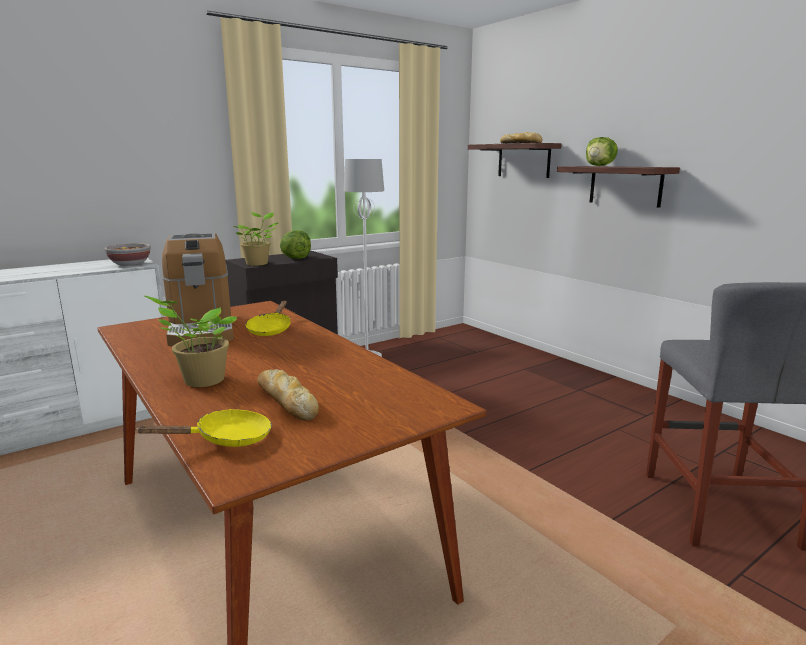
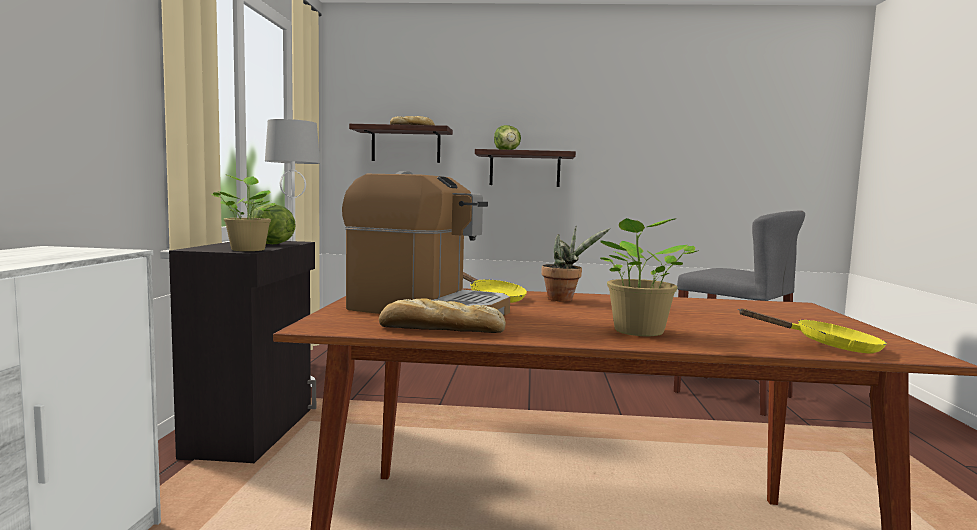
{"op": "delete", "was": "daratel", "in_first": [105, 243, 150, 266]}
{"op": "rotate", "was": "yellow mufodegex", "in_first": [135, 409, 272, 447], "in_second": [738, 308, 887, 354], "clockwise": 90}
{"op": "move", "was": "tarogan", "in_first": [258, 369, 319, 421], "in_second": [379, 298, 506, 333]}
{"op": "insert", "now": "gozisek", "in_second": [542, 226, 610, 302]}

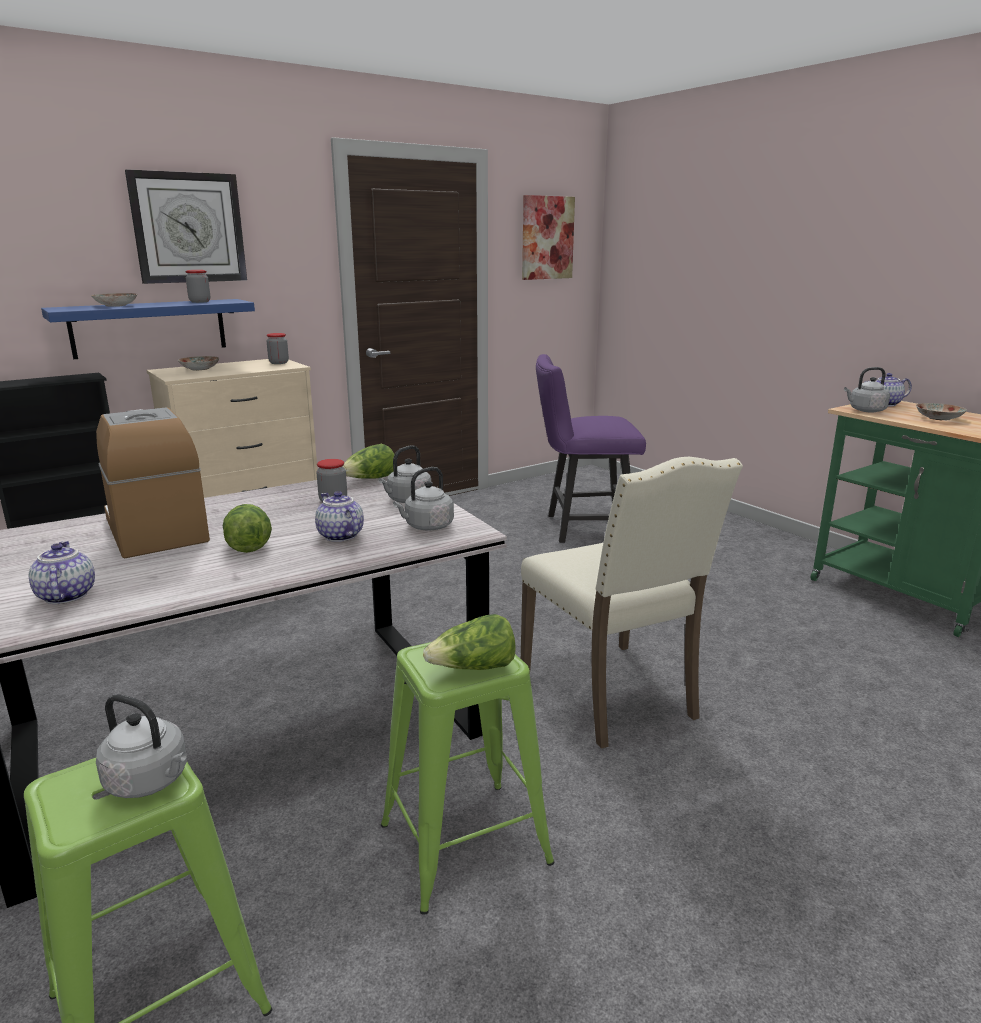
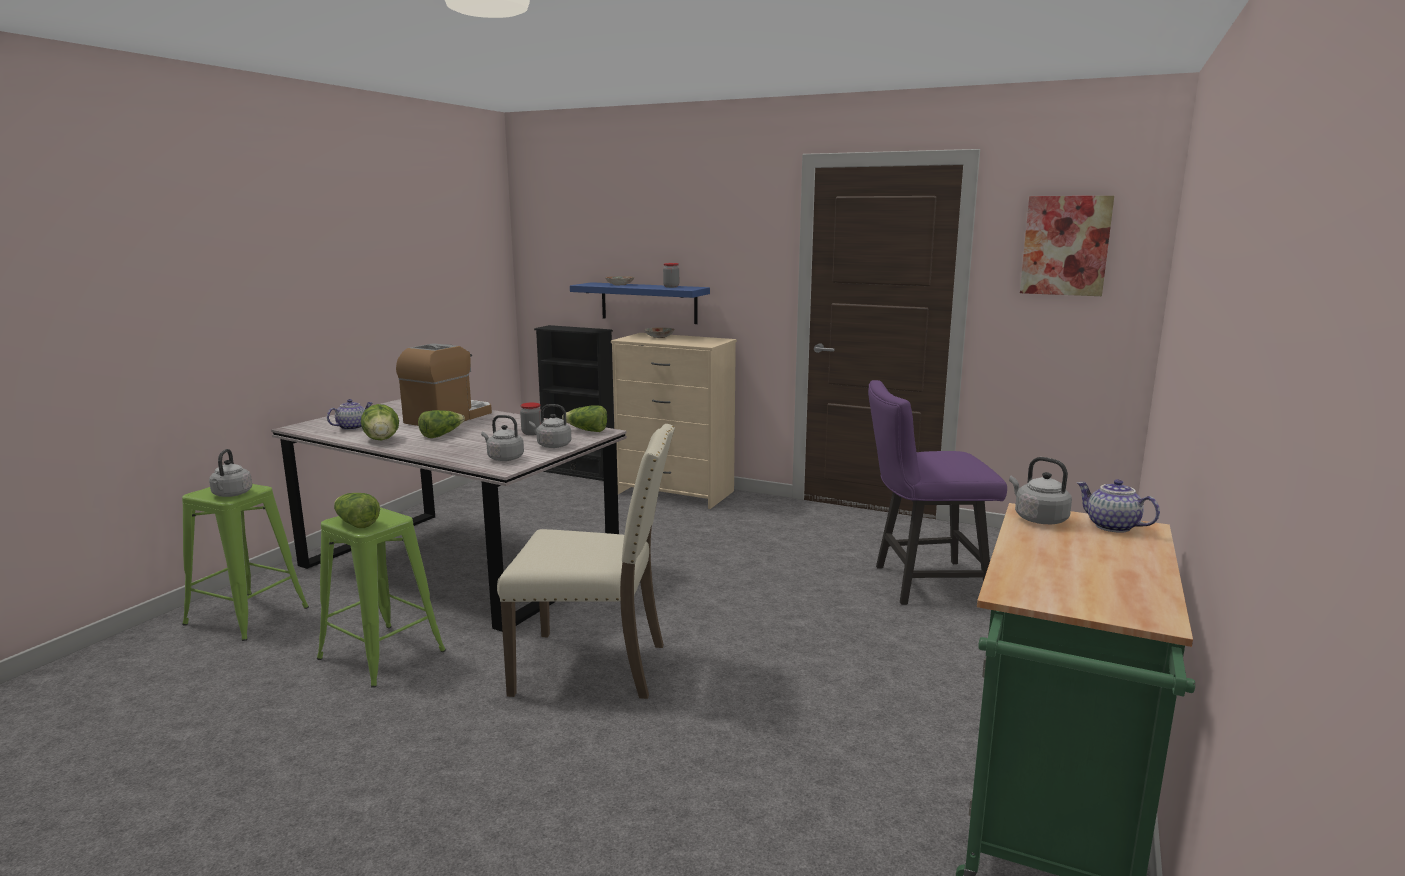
{"op": "delete", "was": "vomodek", "in_first": [125, 169, 247, 284]}
{"op": "delete", "was": "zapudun", "in_first": [266, 333, 289, 364]}
{"op": "delete", "was": "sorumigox", "in_first": [315, 491, 364, 542]}
{"op": "rotate", "was": "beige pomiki", "in_first": [521, 457, 743, 749], "in_second": [497, 424, 675, 699], "clockwise": -120}
{"op": "rotate", "was": "purple pomiki", "in_first": [536, 354, 646, 543], "in_second": [868, 380, 1007, 605], "clockwise": -60}
{"op": "delete", "was": "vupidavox", "in_first": [916, 403, 967, 420]}
{"op": "insert", "now": "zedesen", "in_second": [361, 404, 399, 440]}

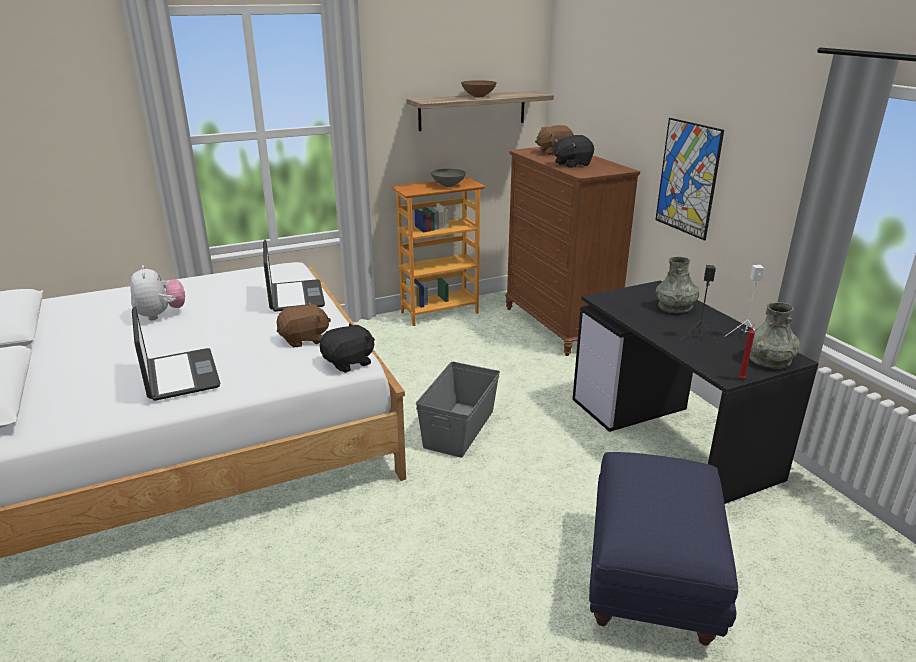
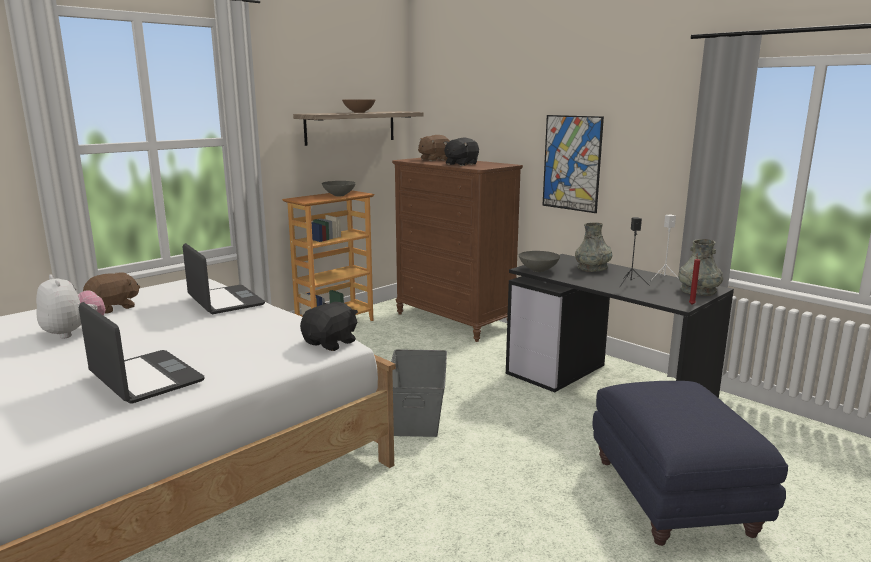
{"op": "move", "was": "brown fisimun", "in_first": [277, 302, 331, 347], "in_second": [83, 272, 140, 314]}
{"op": "insert", "now": "grey daratel", "in_second": [519, 251, 560, 272]}

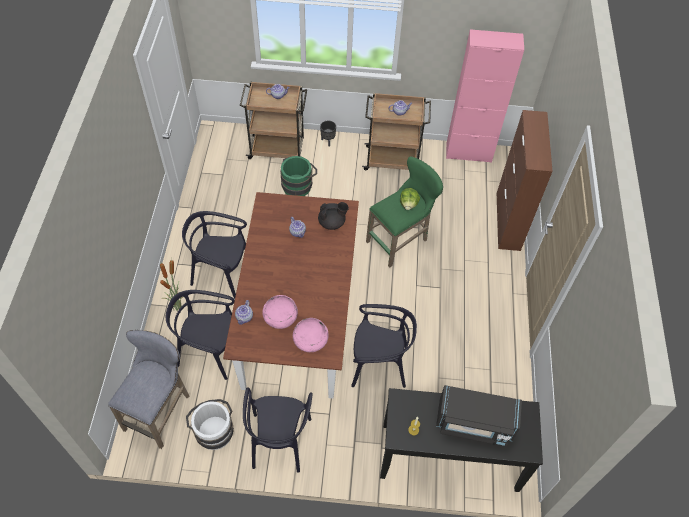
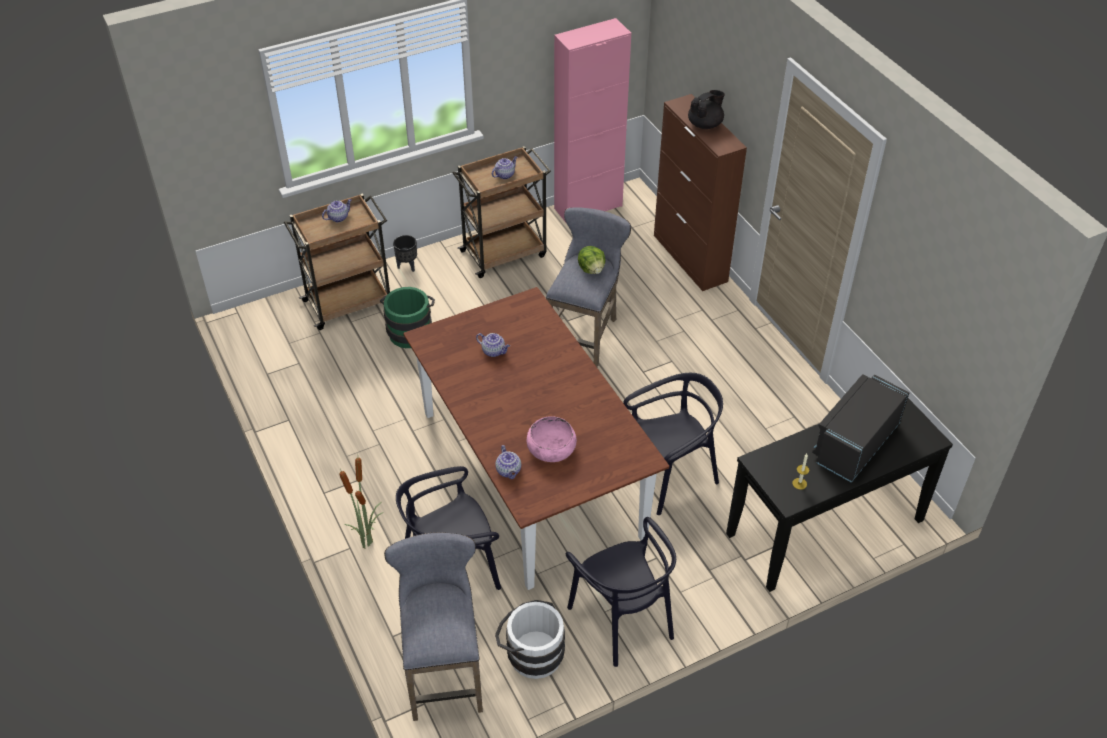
{"op": "delete", "was": "black pomiki", "in_first": [182, 211, 247, 299]}
{"op": "delete", "was": "pink daratel", "in_first": [293, 318, 329, 352]}
{"op": "move", "was": "black sorumigox", "in_first": [318, 202, 349, 230], "in_second": [688, 90, 725, 129]}
{"op": "recolor", "was": "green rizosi", "now": "grey rizosi", "in_first": [366, 156, 443, 267], "in_second": [546, 207, 631, 367]}
{"op": "rotate", "was": "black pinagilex", "in_first": [436, 385, 522, 447], "in_second": [812, 374, 909, 482], "clockwise": 150}

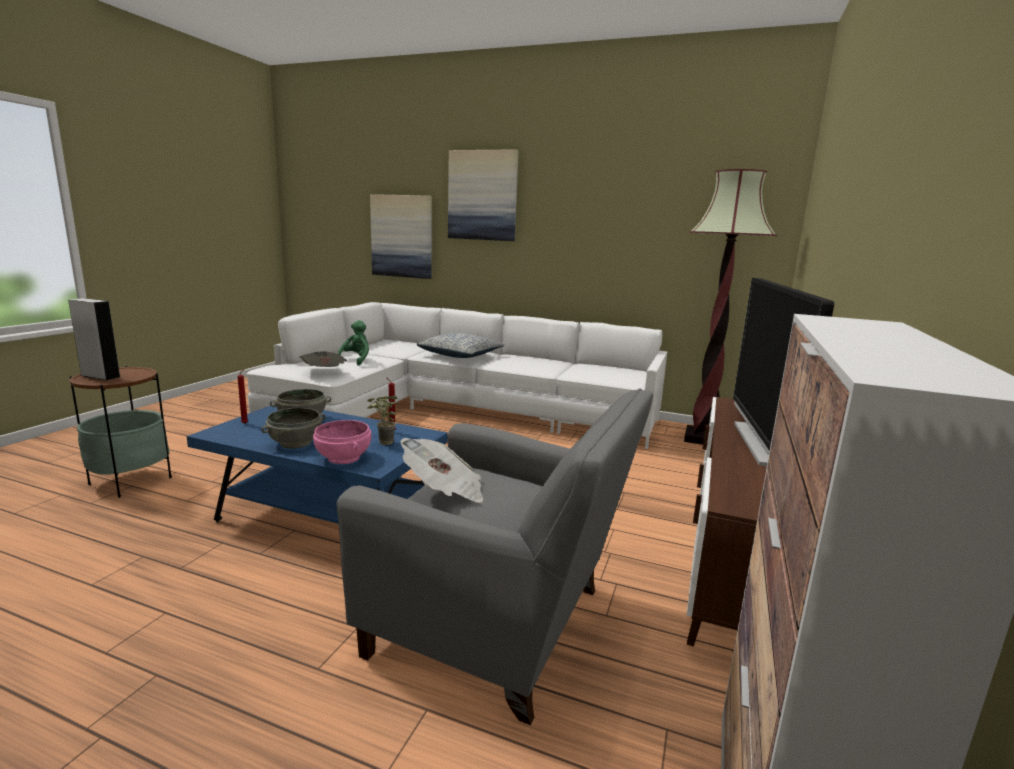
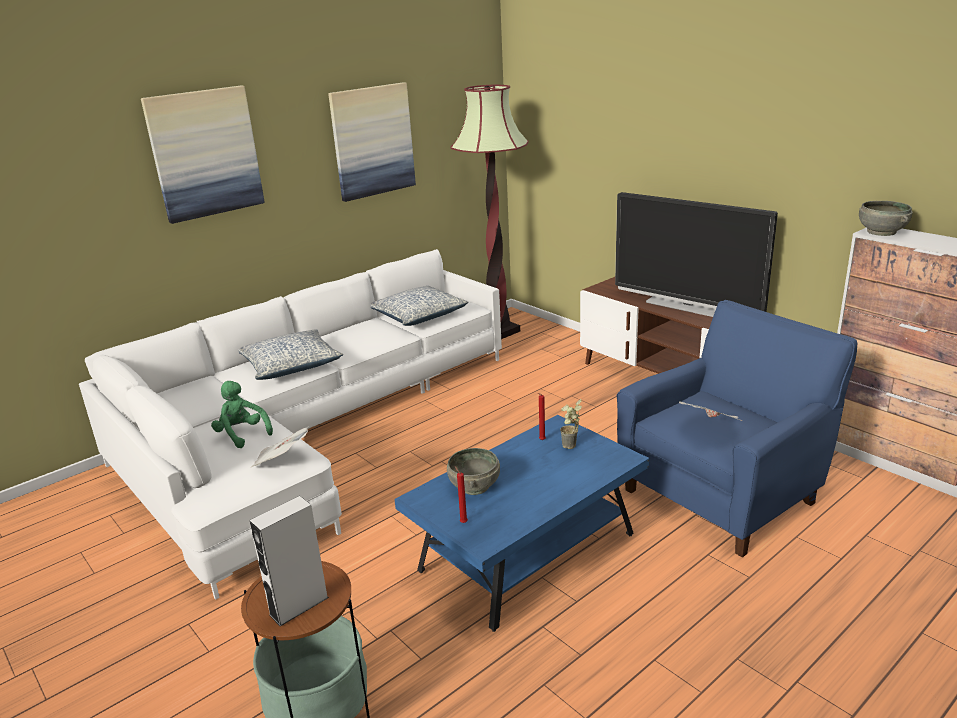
{"op": "move", "was": "grey daratel", "in_first": [261, 408, 325, 449], "in_second": [859, 201, 912, 236]}
{"op": "delete", "was": "pink daratel", "in_first": [313, 420, 371, 464]}
{"op": "recolor", "was": "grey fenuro", "now": "blue fenuro", "in_first": [336, 388, 653, 725], "in_second": [617, 300, 857, 557]}
{"op": "move", "was": "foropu", "in_first": [370, 194, 432, 279], "in_second": [328, 82, 416, 202]}
{"op": "insert", "now": "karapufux", "in_second": [370, 286, 468, 326]}

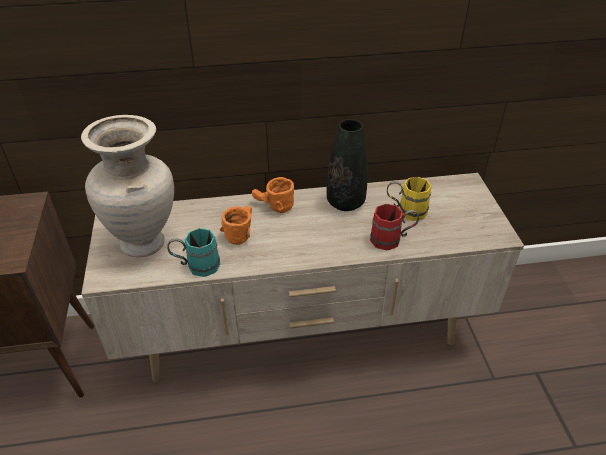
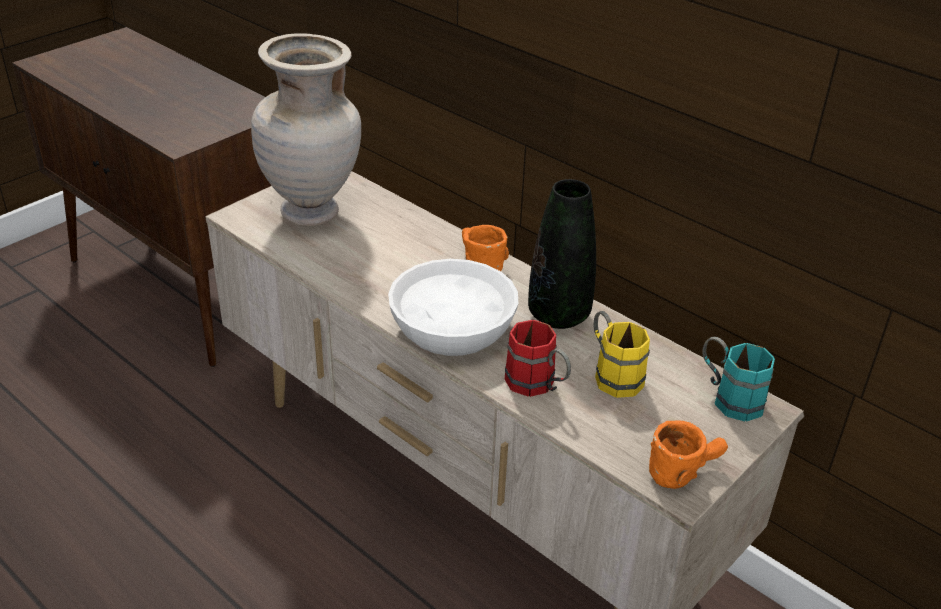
{"op": "move", "was": "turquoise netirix", "in_first": [167, 228, 220, 277], "in_second": [702, 337, 775, 422]}
{"op": "move", "was": "orange netirix", "in_first": [220, 206, 252, 245], "in_second": [649, 420, 728, 489]}
{"op": "insert", "now": "white daratel", "in_second": [388, 259, 518, 356]}

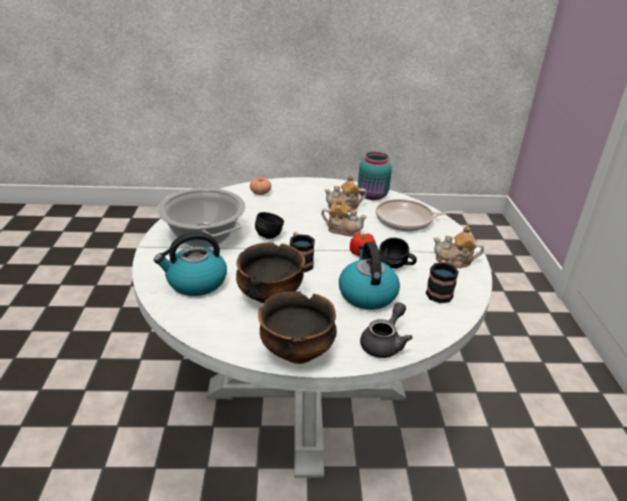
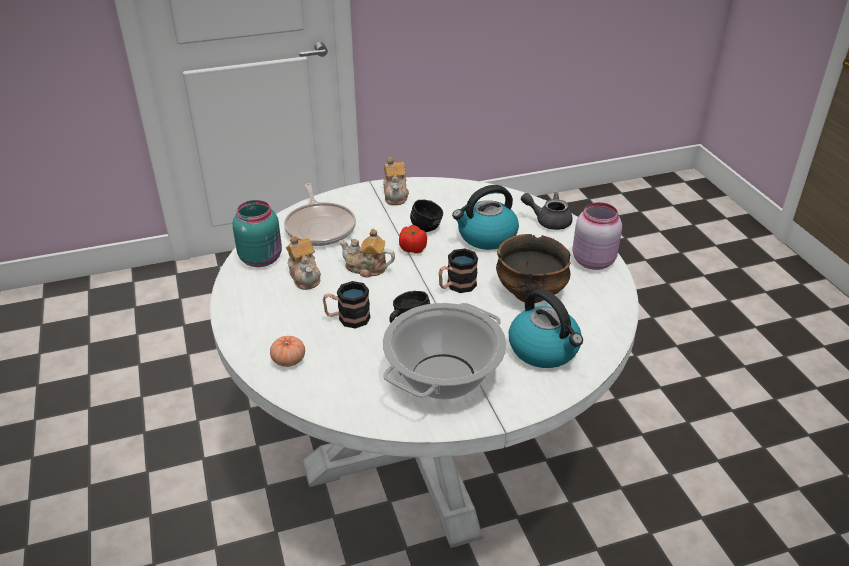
{"op": "replace", "was": "daratel", "now": "pink zapudun", "in_first": [258, 291, 337, 364], "in_second": [573, 202, 622, 270]}
{"op": "rotate", "was": "sorumigox", "in_first": [321, 198, 367, 237], "in_second": [339, 228, 395, 278], "clockwise": -75}
{"op": "move", "was": "netirix", "in_first": [426, 259, 459, 303], "in_second": [323, 281, 370, 329]}

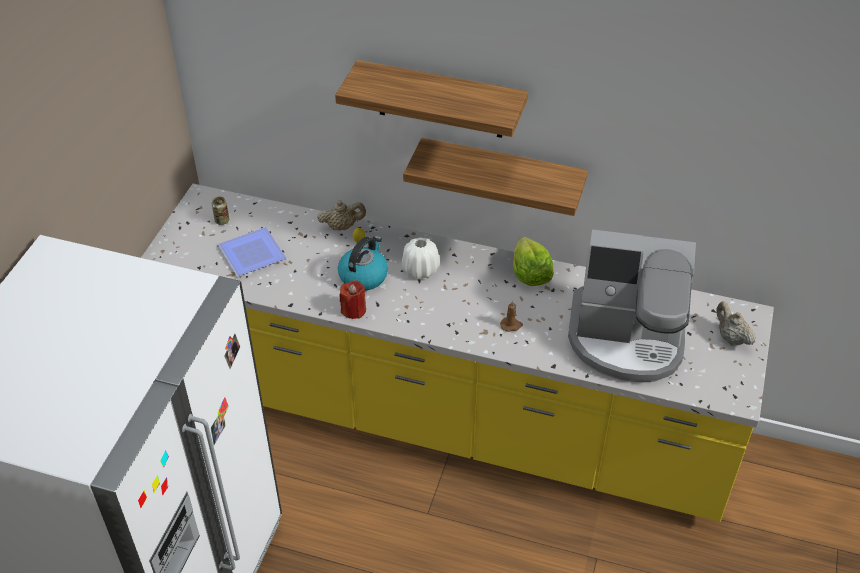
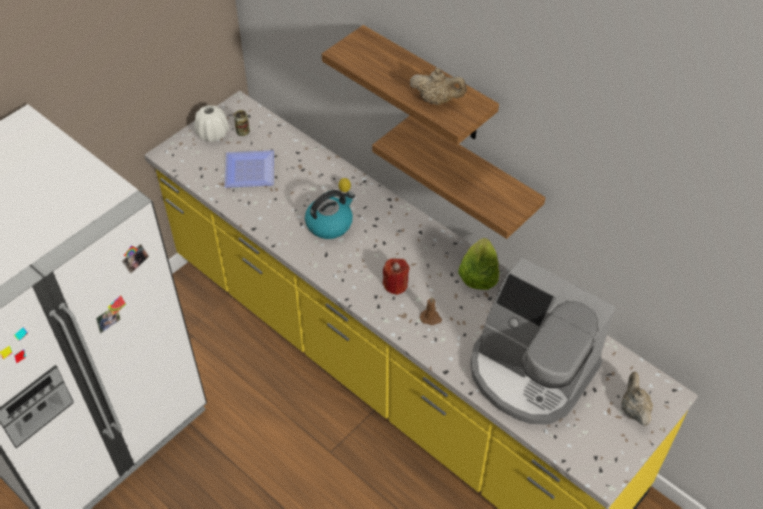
{"op": "move", "was": "beige sorumigox", "in_first": [317, 200, 366, 231], "in_second": [410, 68, 467, 105]}
{"op": "move", "was": "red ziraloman", "in_first": [340, 280, 366, 319], "in_second": [383, 259, 410, 295]}
{"op": "move", "was": "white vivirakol", "in_first": [402, 237, 440, 279], "in_second": [194, 105, 229, 142]}

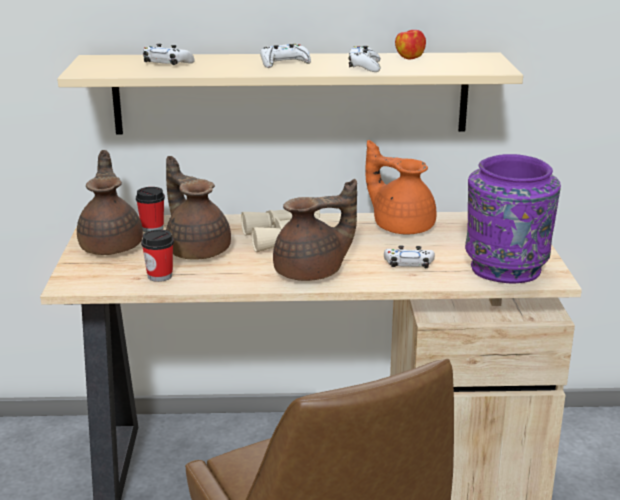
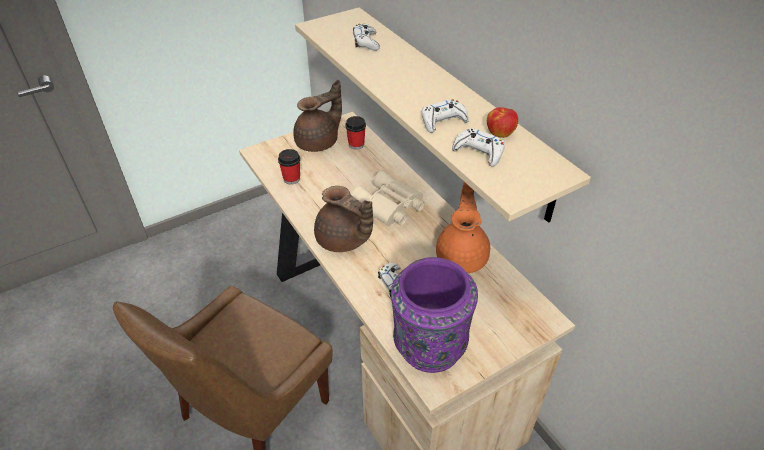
{"op": "delete", "was": "brown sorumigox", "in_first": [166, 156, 231, 260]}
{"op": "move", "was": "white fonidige", "in_first": [260, 44, 311, 68], "in_second": [452, 128, 505, 167]}

